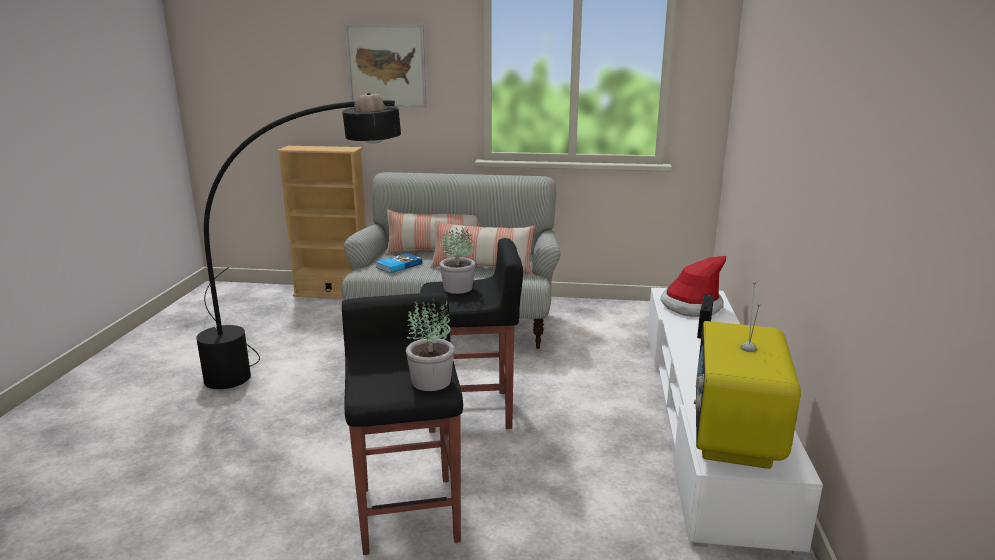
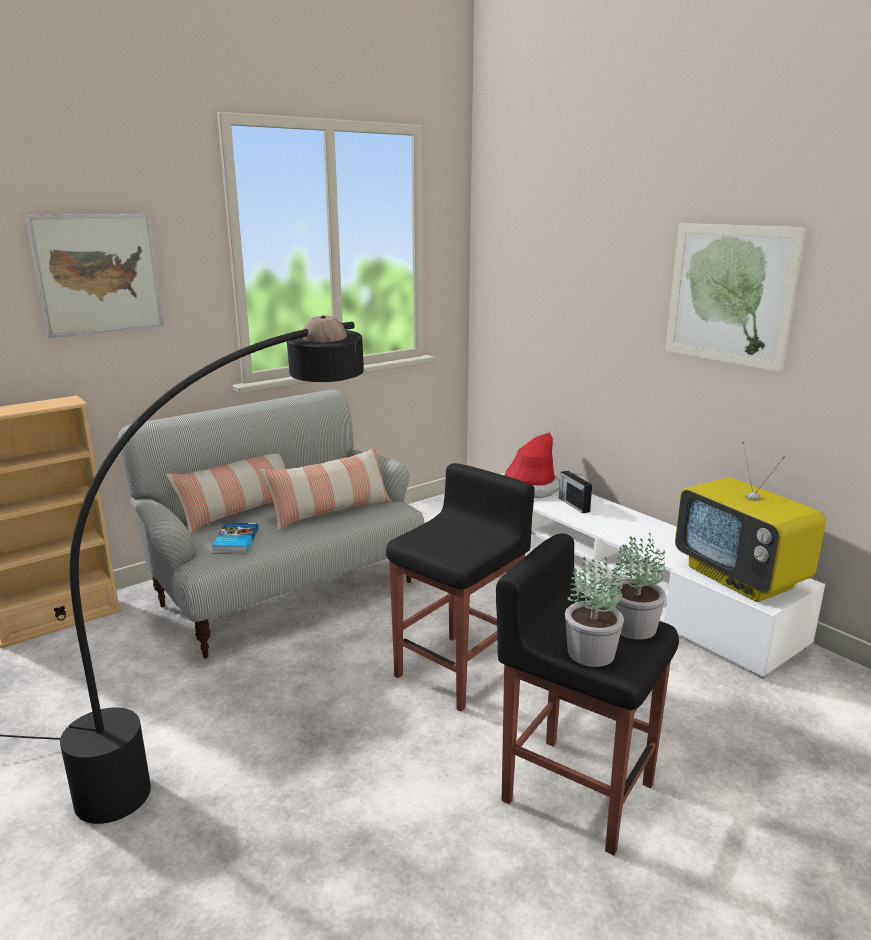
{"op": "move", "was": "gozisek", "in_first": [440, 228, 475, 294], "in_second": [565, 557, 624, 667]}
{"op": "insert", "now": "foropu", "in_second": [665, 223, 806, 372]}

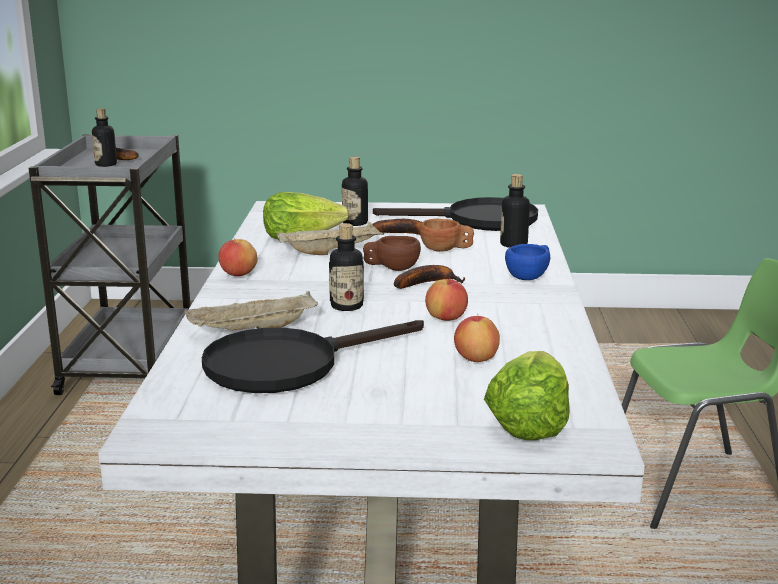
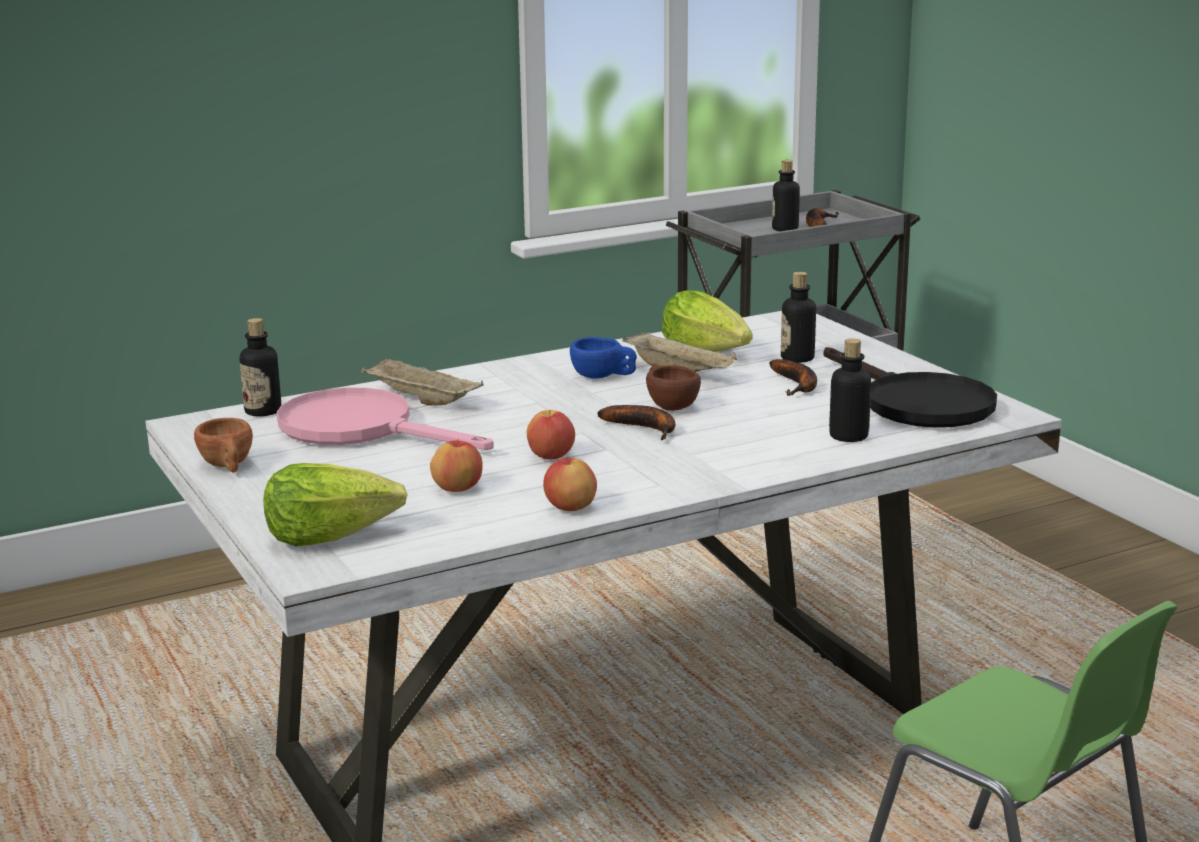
{"op": "recolor", "was": "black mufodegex", "now": "pink mufodegex", "in_first": [202, 320, 424, 393], "in_second": [277, 388, 494, 450]}
{"op": "move", "was": "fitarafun", "in_first": [218, 238, 258, 276], "in_second": [543, 456, 597, 511]}
{"op": "move", "was": "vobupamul", "in_first": [329, 223, 364, 311], "in_second": [239, 318, 281, 417]}
{"op": "move", "was": "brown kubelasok", "in_first": [420, 219, 474, 252], "in_second": [194, 418, 253, 473]}
{"op": "move", "was": "blue kubelasok", "in_first": [505, 244, 550, 280], "in_second": [570, 337, 637, 379]}

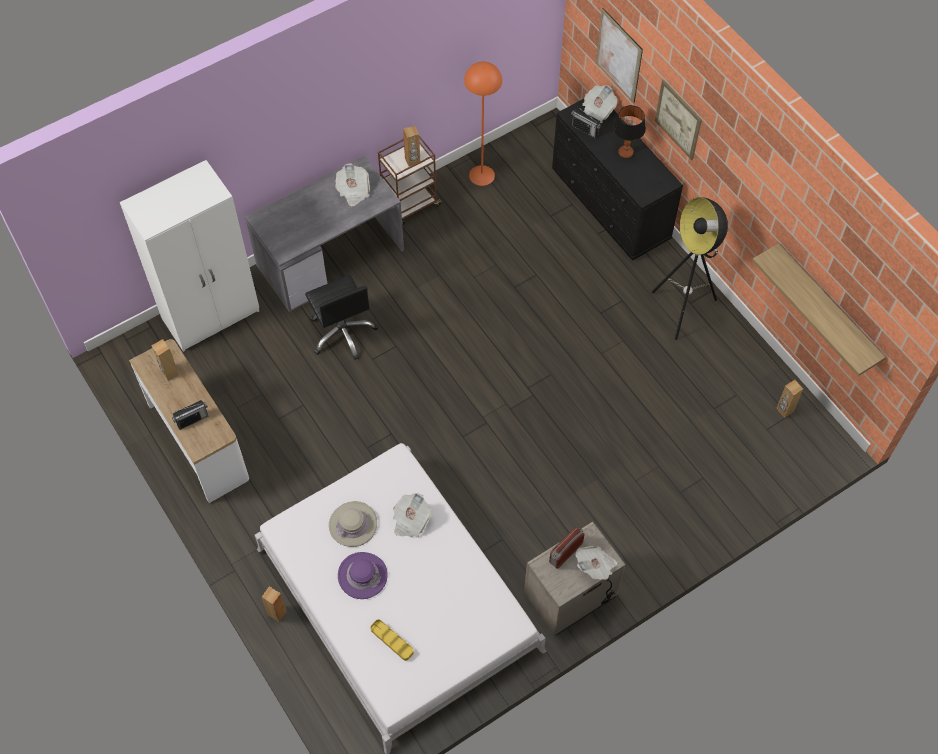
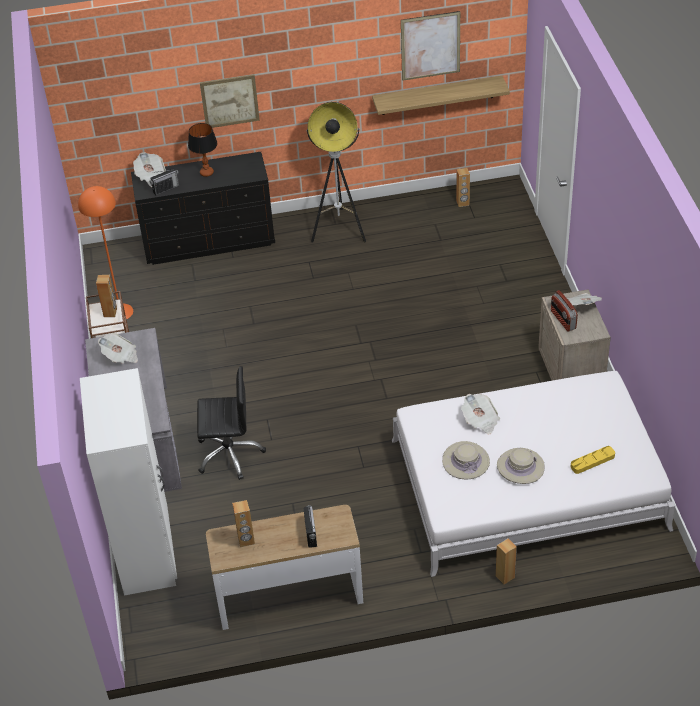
{"op": "recolor", "was": "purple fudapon", "now": "beige fudapon", "in_first": [338, 552, 388, 599], "in_second": [497, 448, 545, 484]}
{"op": "move", "was": "foropu", "in_first": [596, 8, 643, 103], "in_second": [401, 11, 460, 81]}

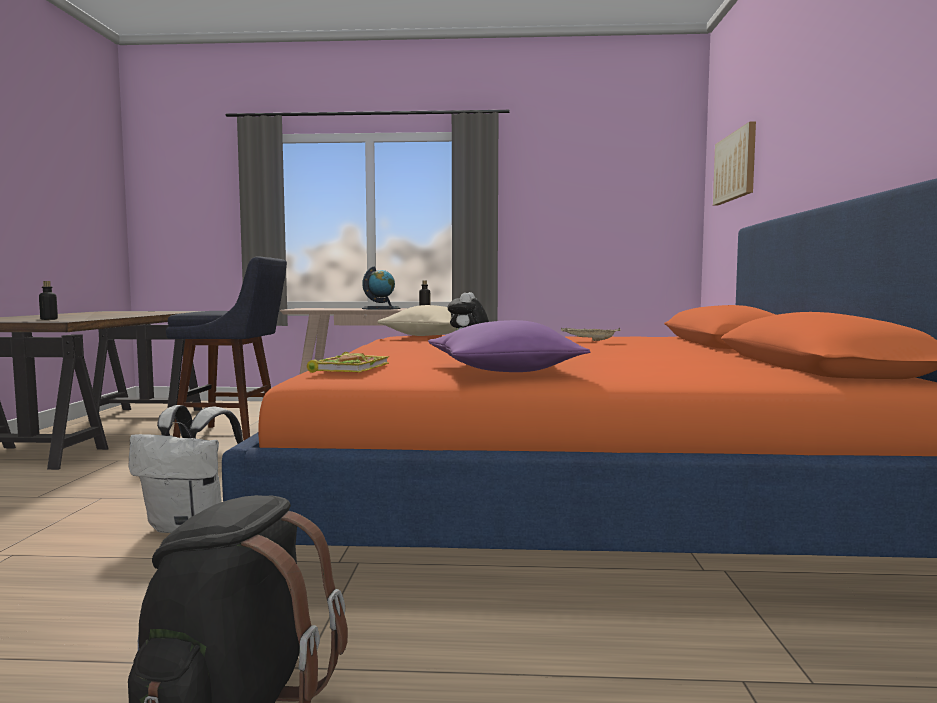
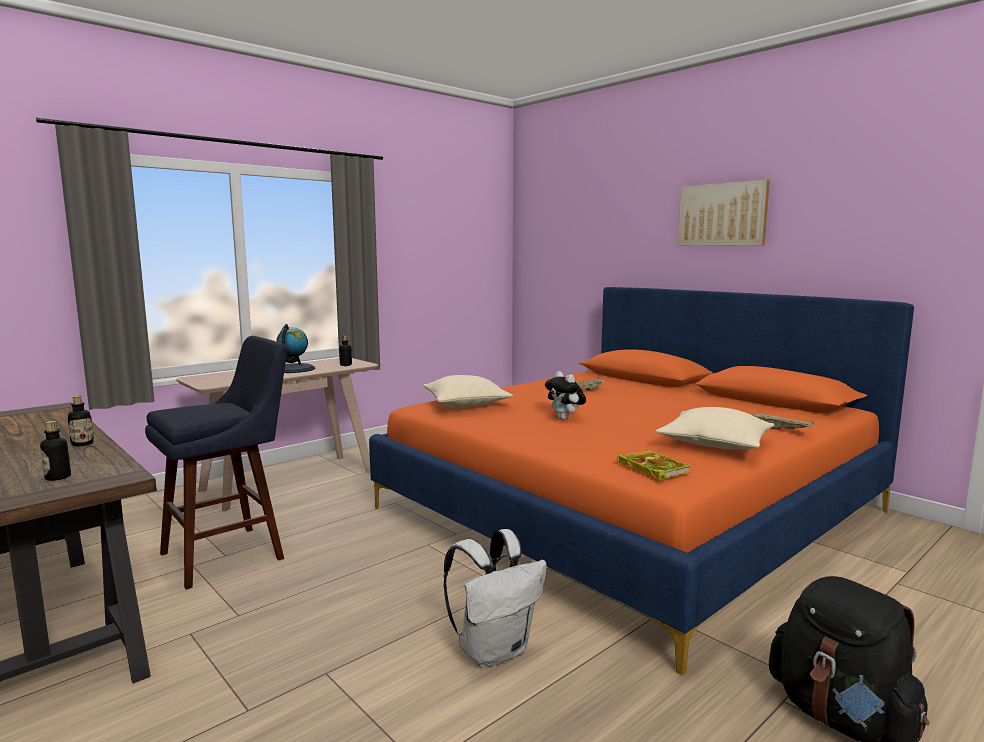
{"op": "recolor", "was": "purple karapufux", "now": "beige karapufux", "in_first": [428, 320, 590, 372], "in_second": [655, 407, 775, 450]}
{"op": "move", "was": "foropu", "in_first": [713, 121, 756, 205], "in_second": [678, 179, 770, 246]}
{"op": "insert", "now": "vobupamul", "in_second": [68, 395, 94, 446]}
{"op": "insert", "now": "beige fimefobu", "in_second": [752, 412, 814, 430]}

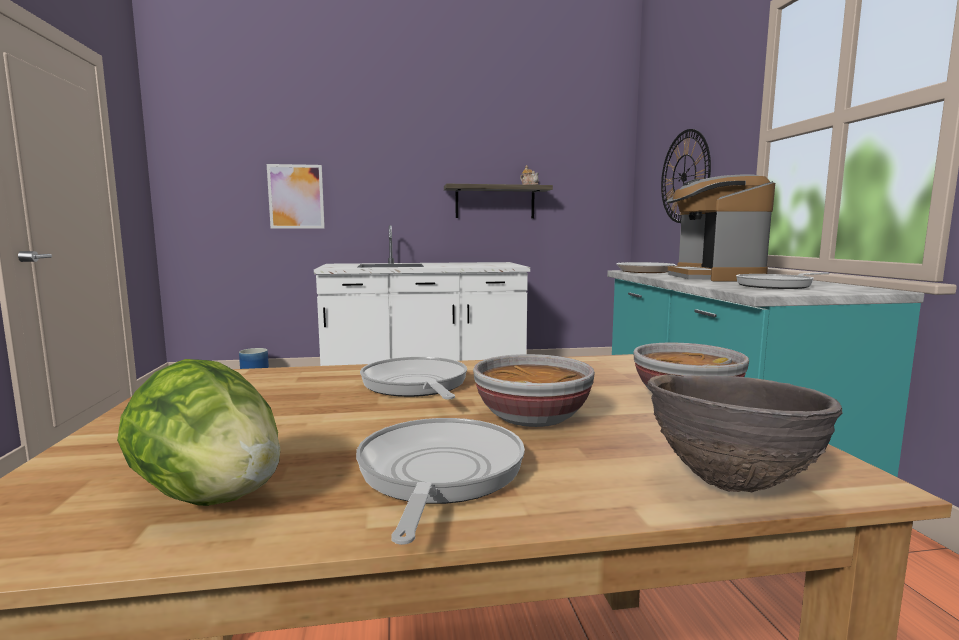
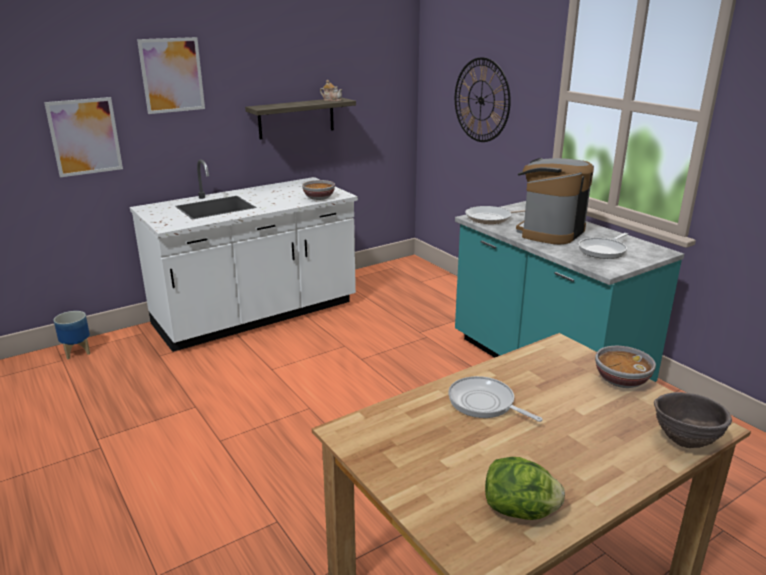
{"op": "delete", "was": "mufodegex", "in_first": [356, 418, 525, 545]}
{"op": "move", "was": "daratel", "in_first": [473, 354, 595, 427], "in_second": [302, 180, 335, 200]}
{"op": "rotate", "was": "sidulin", "in_first": [666, 174, 775, 282], "in_second": [516, 158, 594, 244], "clockwise": 60}
{"op": "insert", "now": "foropu", "in_second": [137, 37, 205, 114]}

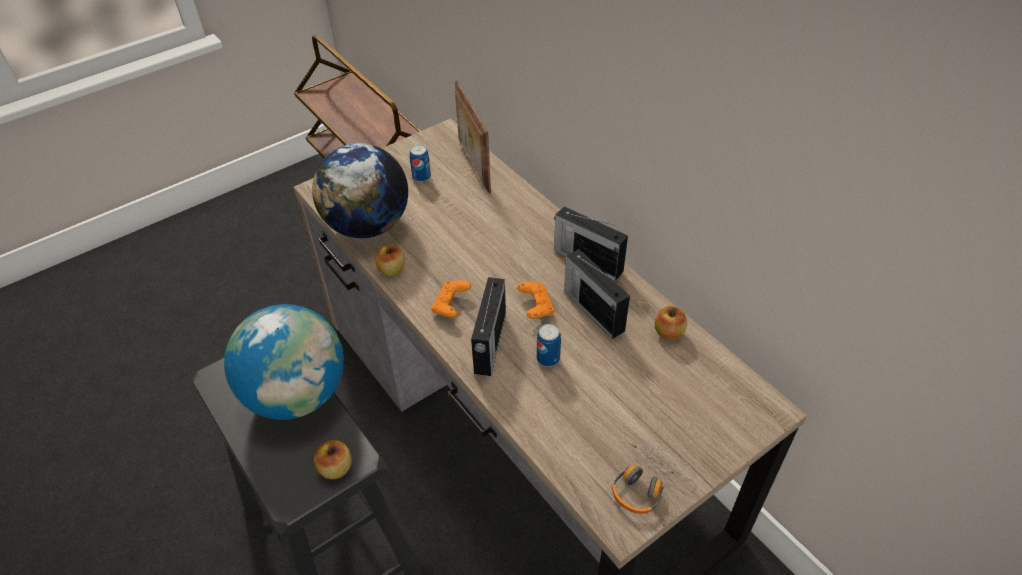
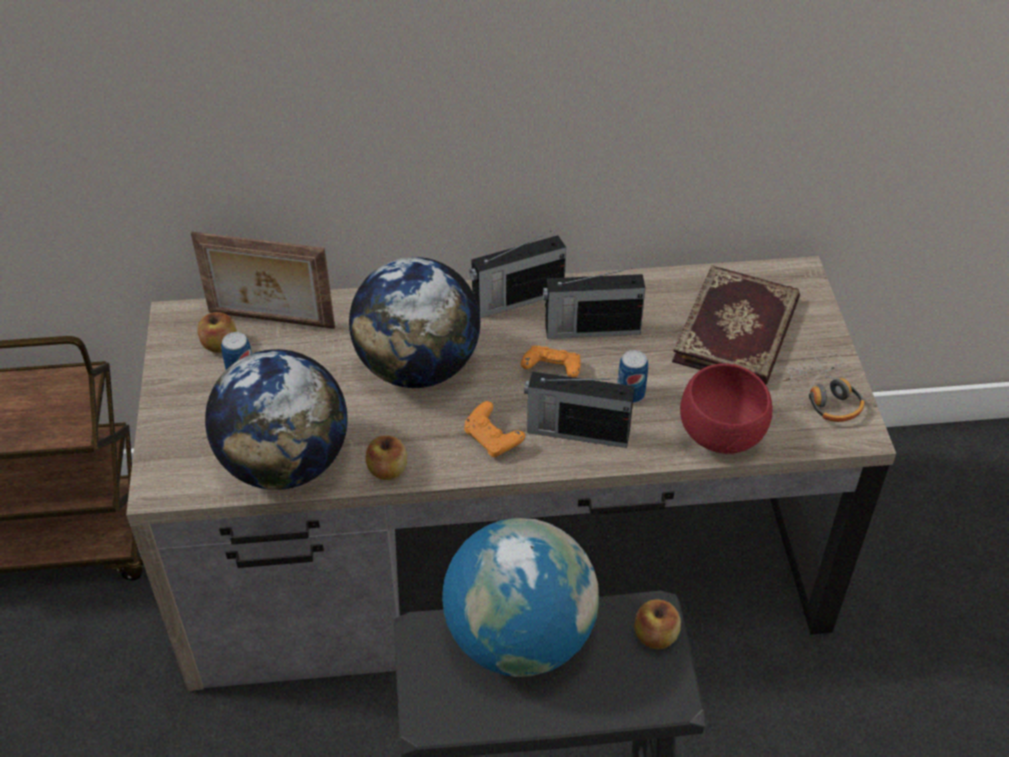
{"op": "rotate", "was": "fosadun", "in_first": [471, 275, 506, 376], "in_second": [524, 371, 635, 448], "clockwise": 150}
{"op": "move", "was": "fitarafun", "in_first": [655, 306, 687, 340], "in_second": [198, 312, 237, 353]}
{"op": "insert", "now": "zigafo", "in_second": [349, 257, 480, 388]}
{"op": "insert", "now": "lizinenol", "in_second": [672, 265, 800, 385]}
{"op": "insert", "now": "red daratel", "in_second": [680, 364, 772, 454]}

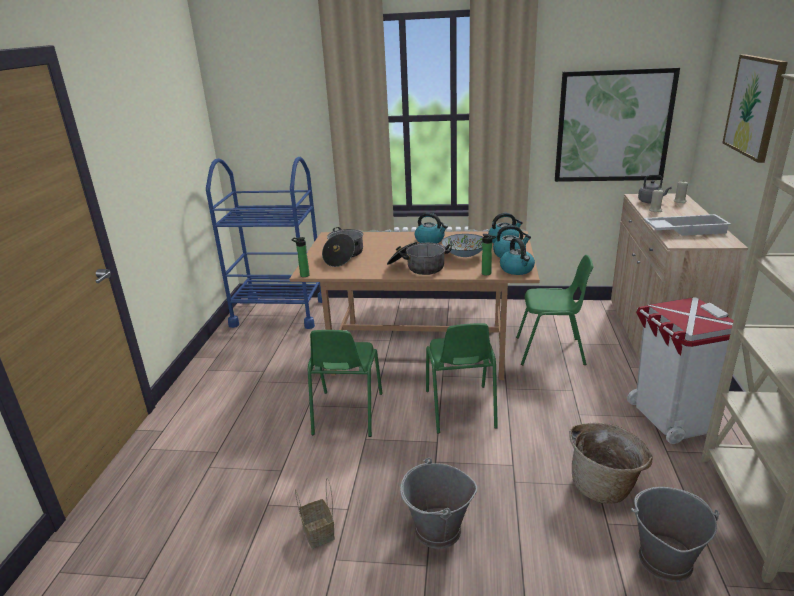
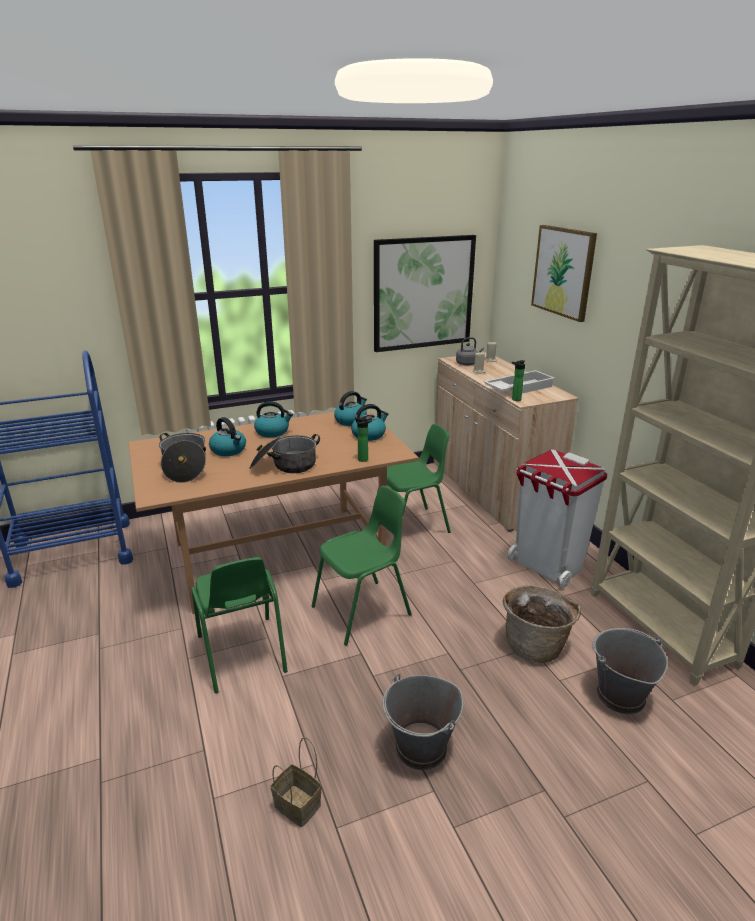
{"op": "move", "was": "vobupamul", "in_first": [291, 237, 310, 277], "in_second": [512, 360, 525, 401]}
{"op": "rotate", "was": "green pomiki", "in_first": [426, 323, 498, 434], "in_second": [312, 485, 412, 646], "clockwise": -90}
{"op": "delete", "was": "daratel", "in_first": [442, 234, 483, 257]}
{"op": "move", "was": "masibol", "in_first": [500, 238, 535, 275], "in_second": [209, 417, 246, 456]}

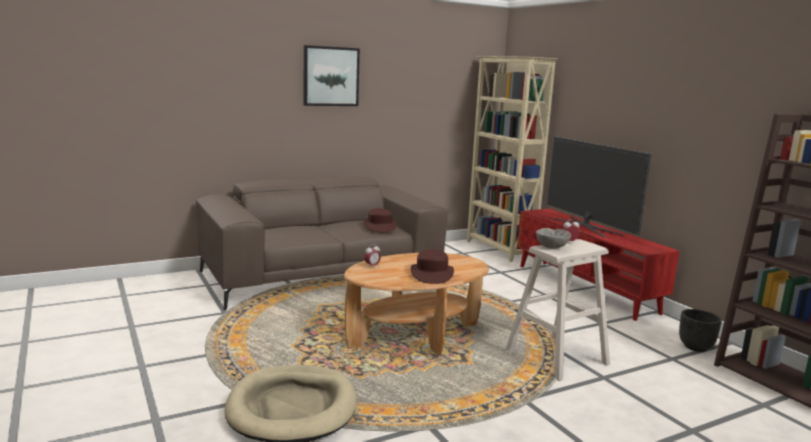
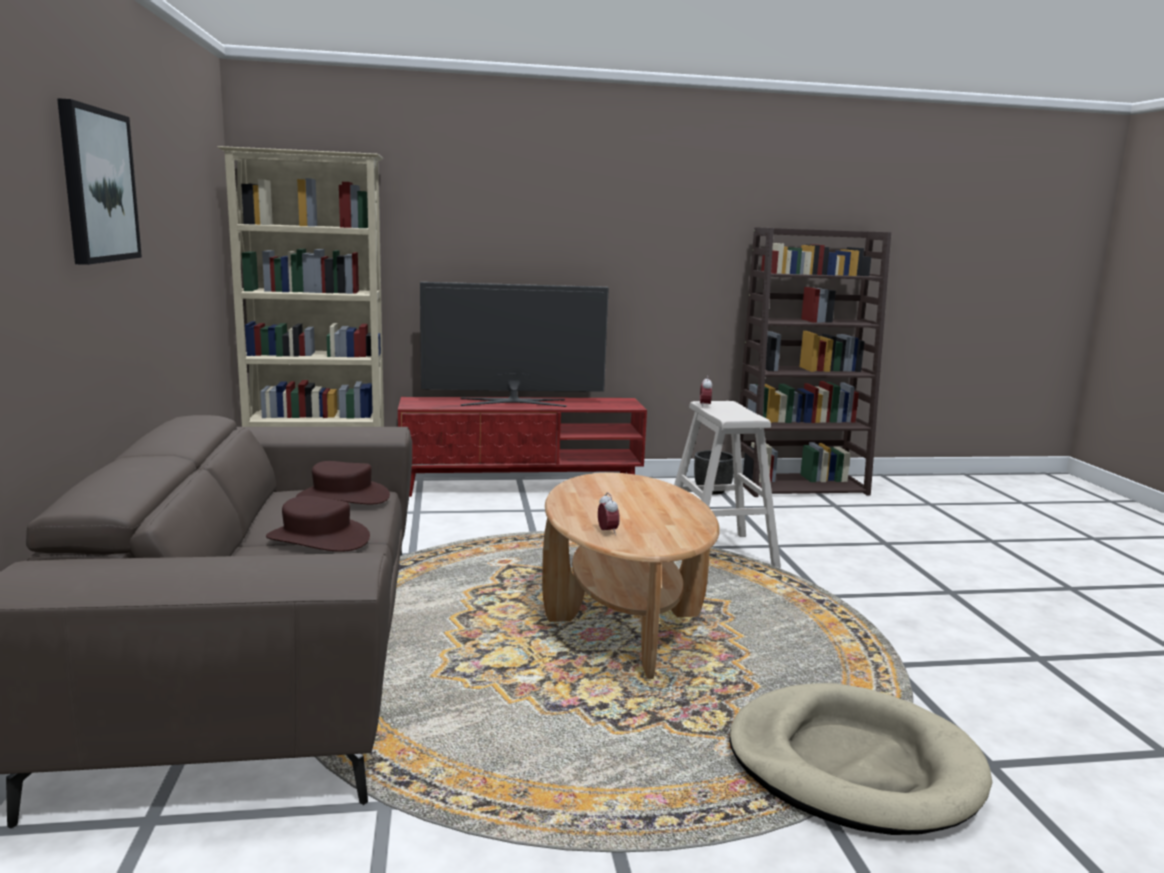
{"op": "move", "was": "brown fudapon", "in_first": [411, 249, 454, 284], "in_second": [266, 496, 370, 552]}
{"op": "delete", "was": "grey daratel", "in_first": [536, 228, 571, 249]}

